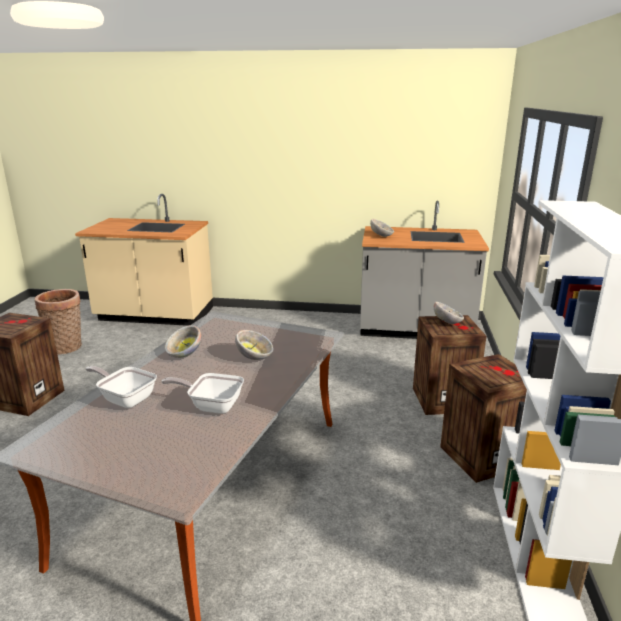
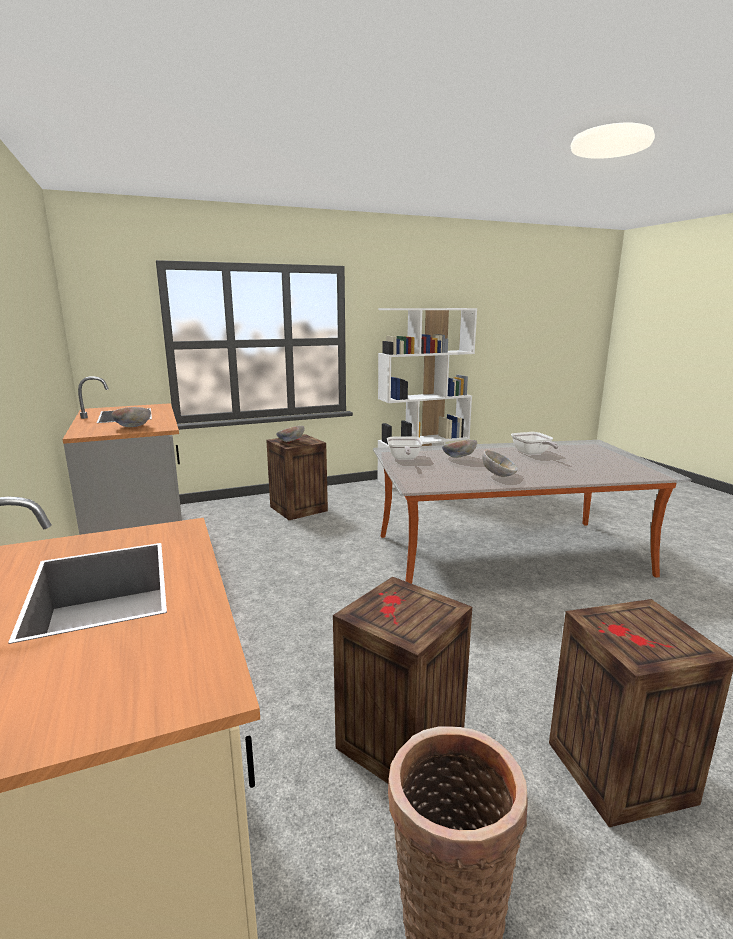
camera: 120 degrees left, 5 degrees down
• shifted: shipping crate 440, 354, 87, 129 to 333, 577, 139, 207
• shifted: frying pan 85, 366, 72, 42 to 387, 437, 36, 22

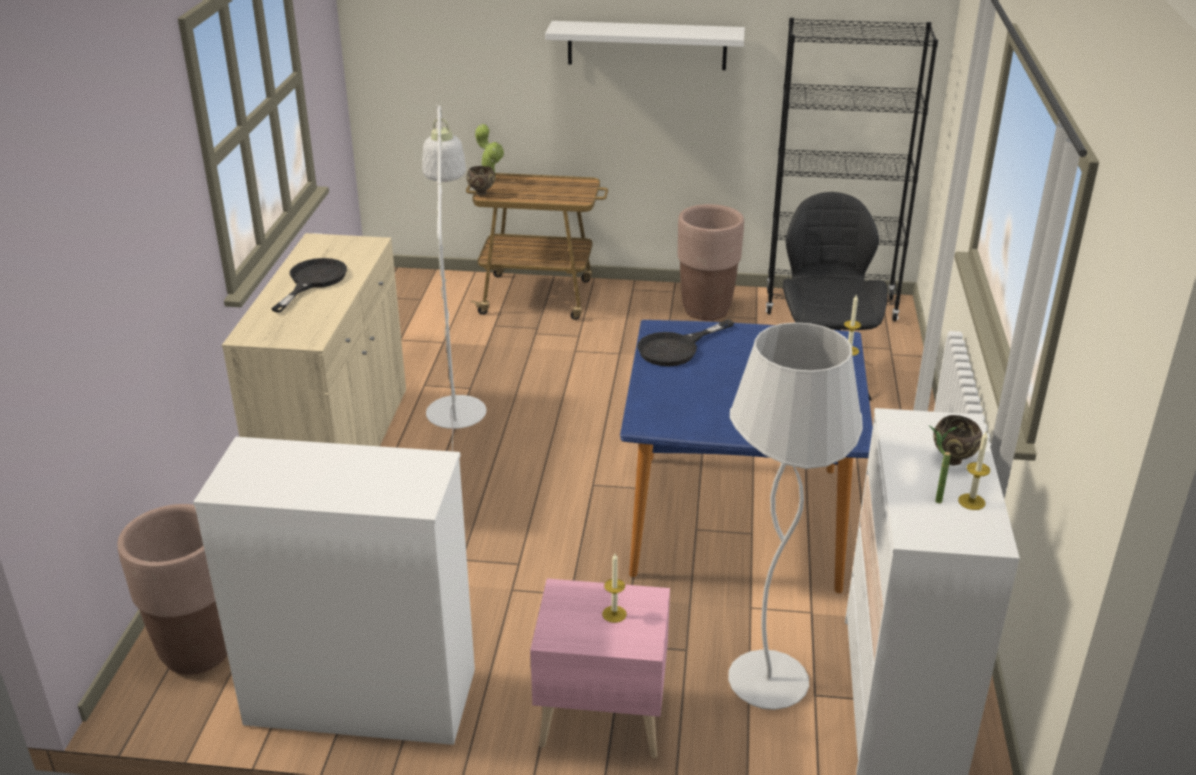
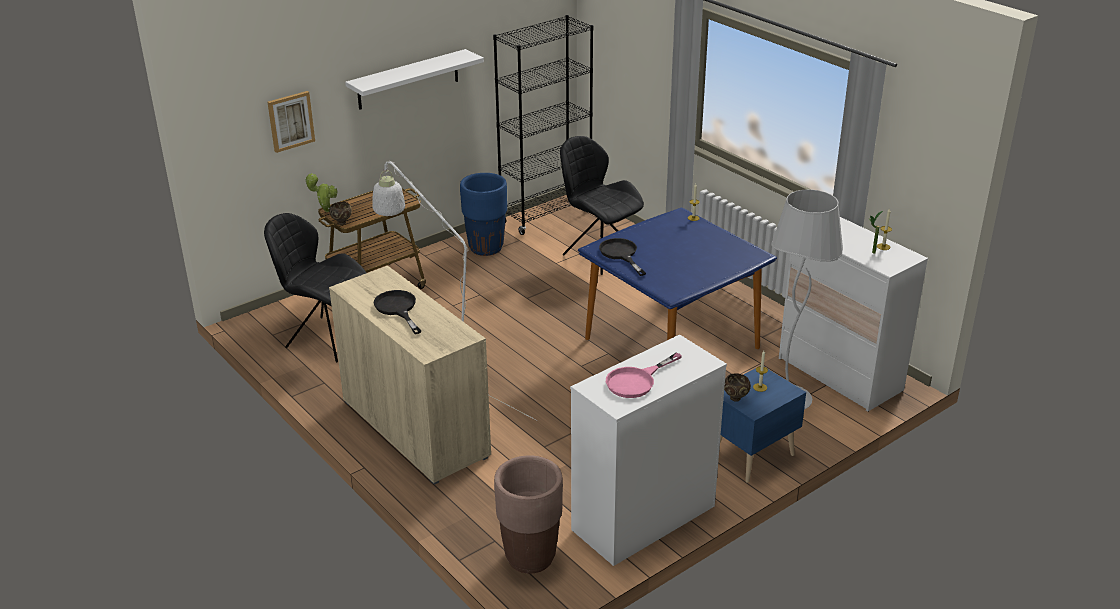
camera: 45 degrees left, 0 degrees up
• repainted: brown-coloured plant pot 678, 204, 66, 116 to blue plant pot 460, 173, 47, 83
• rotated: black-coloured frying pan 637, 319, 97, 47 = 599, 238, 47, 38 150 degrees clockwise
• shifted: brown-coloured serving bowl 933, 415, 49, 50 to 724, 373, 27, 29
• repainted: pink night table 530, 578, 140, 180 to blue night table 720, 368, 86, 115
• new: wall art 267, 91, 48, 62
• new: black-coloured upright chair 264, 213, 102, 150
• new: pink frying pan 606, 352, 76, 46

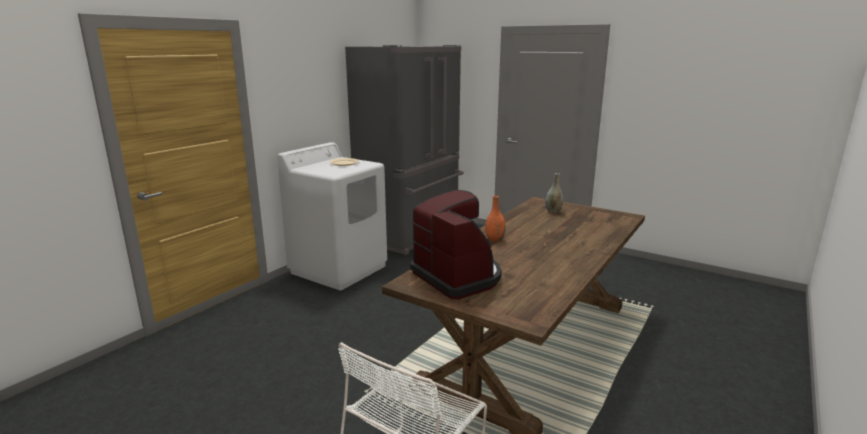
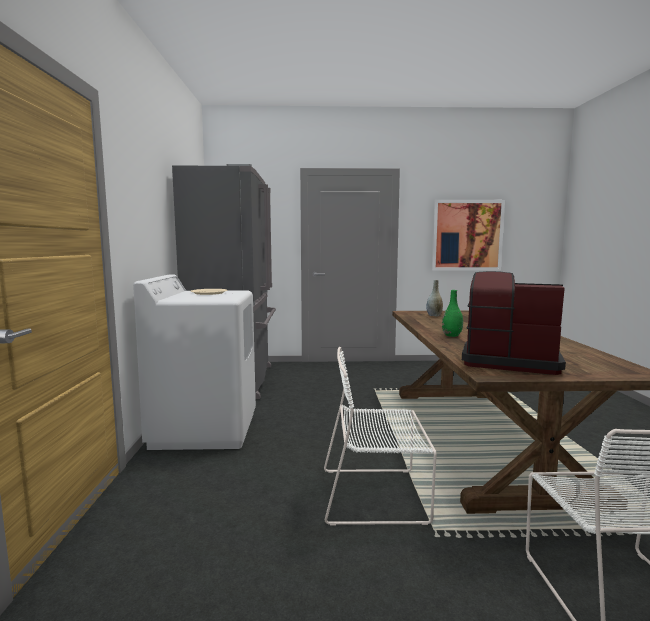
camera: 35 degrees left, 10 degrees down
• repainted: orange decorative vase 485, 196, 21, 45 to greenish decorative vase 442, 290, 21, 47
• new: wall art 432, 200, 73, 71
• new: whitish upright chair 324, 347, 113, 179

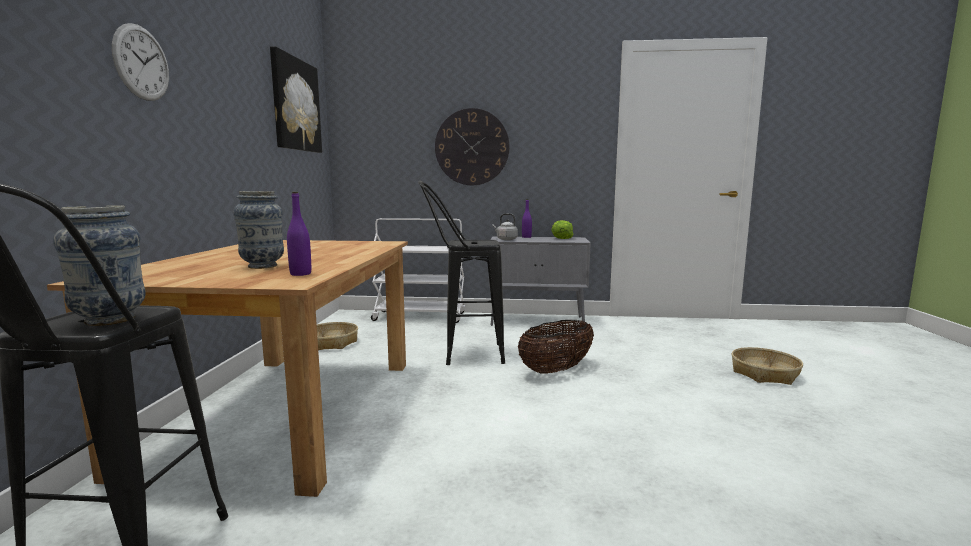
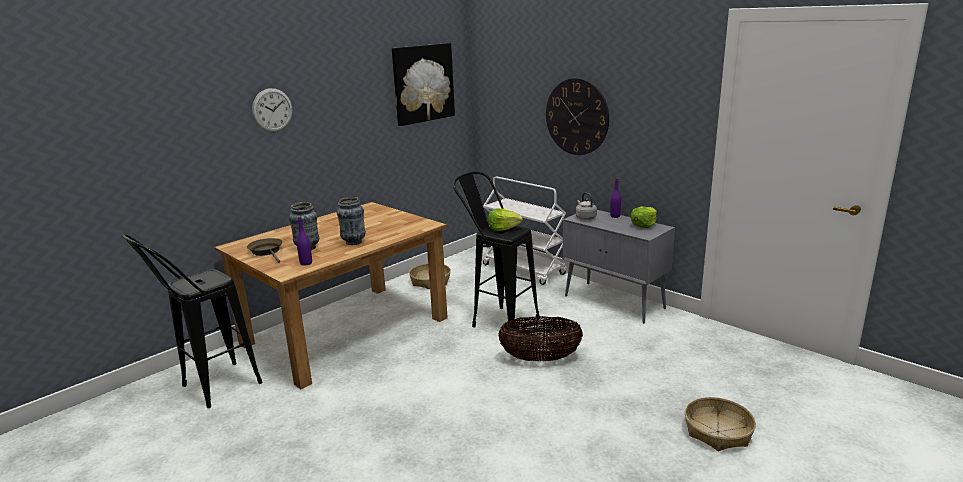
camera: 40 degrees right, 10 degrees up
• shifted: decorative vase 53, 205, 93, 121 to 337, 197, 29, 48
• new: lettuce head 488, 208, 35, 23
• new: brown-coloured frying pan 247, 238, 36, 25

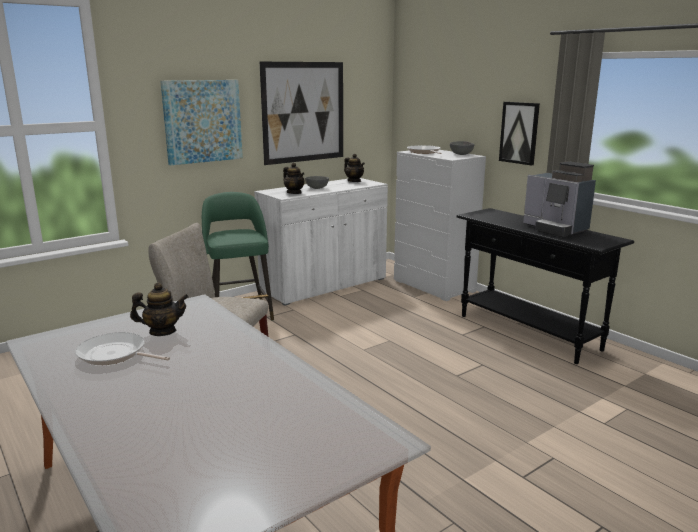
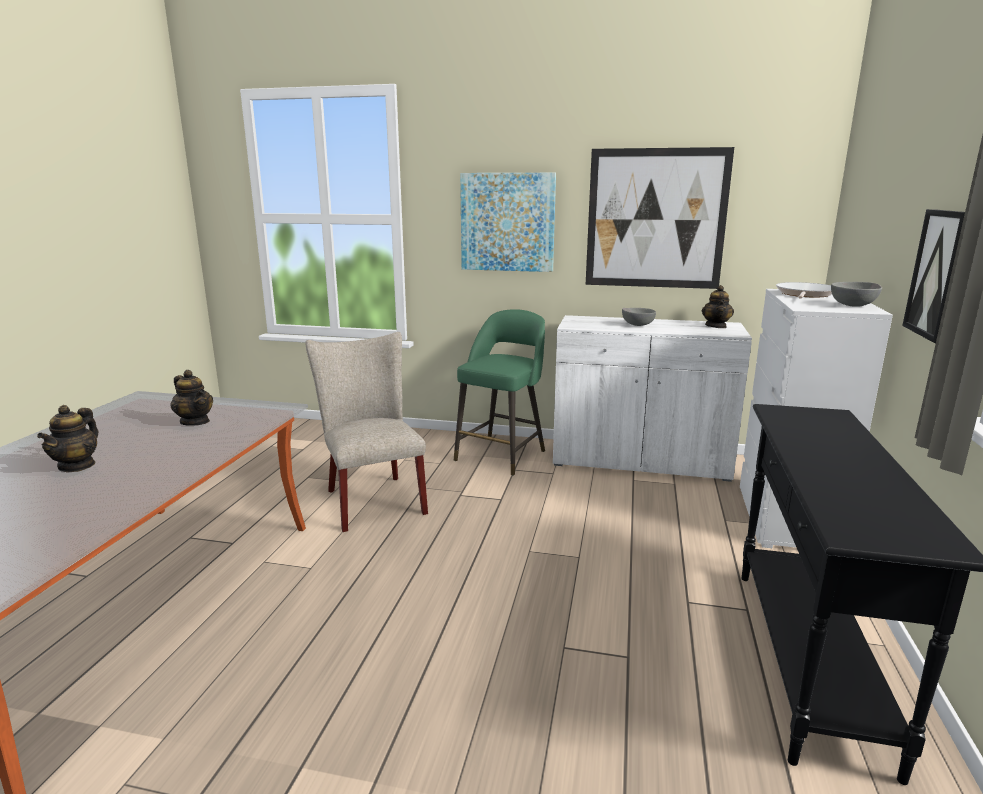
camera: 50 degrees right, 0 degrees up
• gone: coffee brewer 523, 161, 73, 76
• shifted: tea pot 283, 163, 22, 31 to 37, 405, 62, 67
• gone: frying pan 75, 332, 95, 33

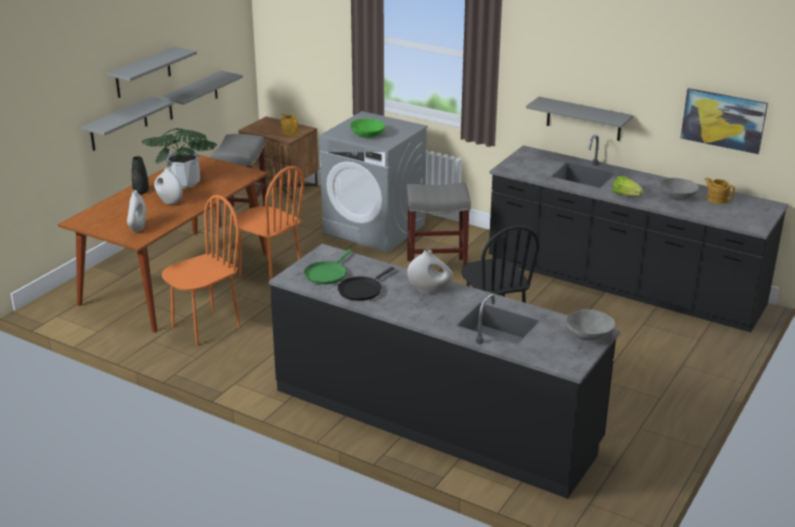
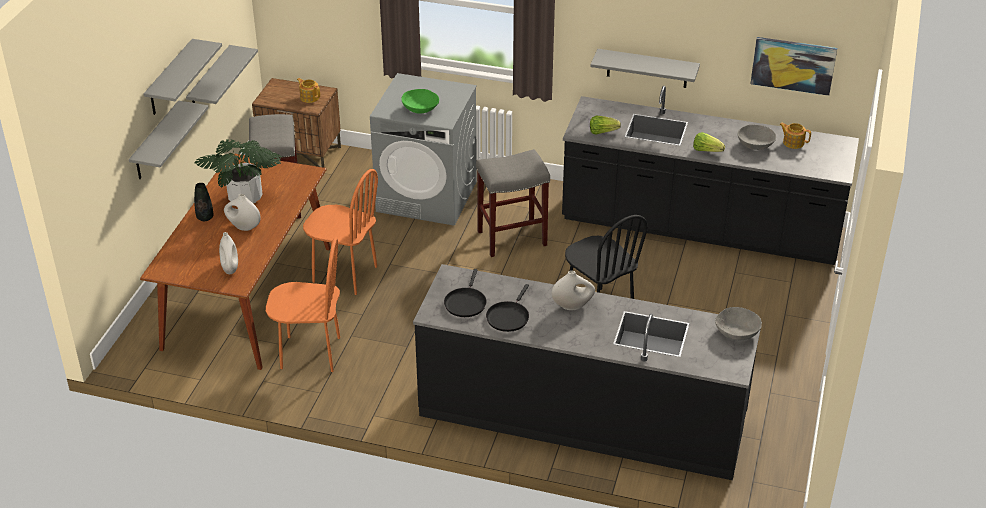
camera: 15 degrees left, 10 degrees up
• rotated: orange upright chair 162, 195, 79, 151 = 266, 237, 74, 135 60 degrees clockwise
• repainted: greenish frying pan 304, 249, 48, 35 to black-coloured frying pan 444, 269, 43, 48
• new: lettuce head 590, 116, 31, 19

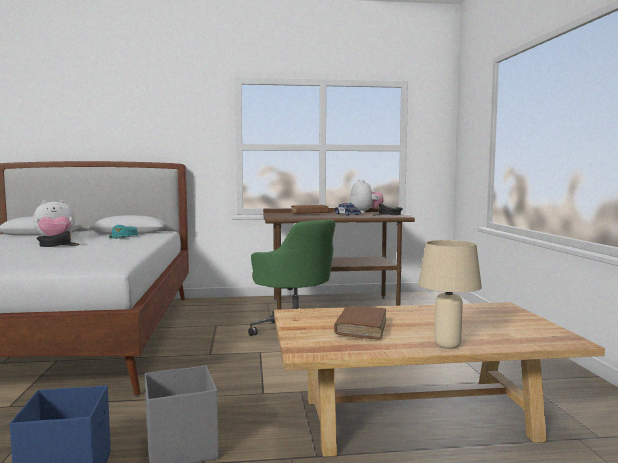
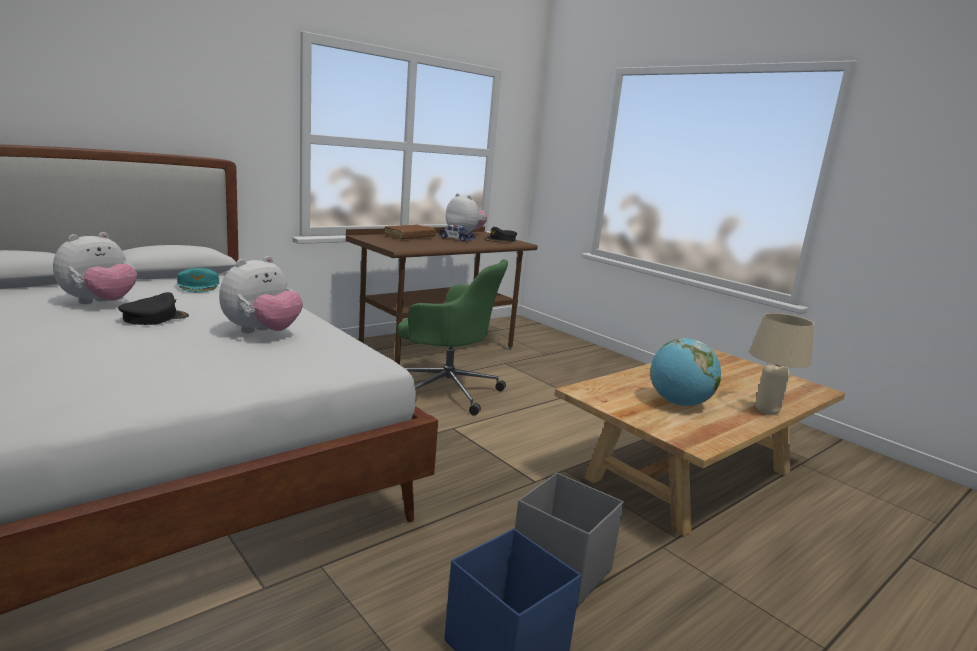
camera: 35 degrees left, 10 degrees up
• swapped: brown-coloured bound book 334, 306, 52, 34 to desk globe 650, 338, 71, 68
• new: cuddly toy 219, 256, 84, 77

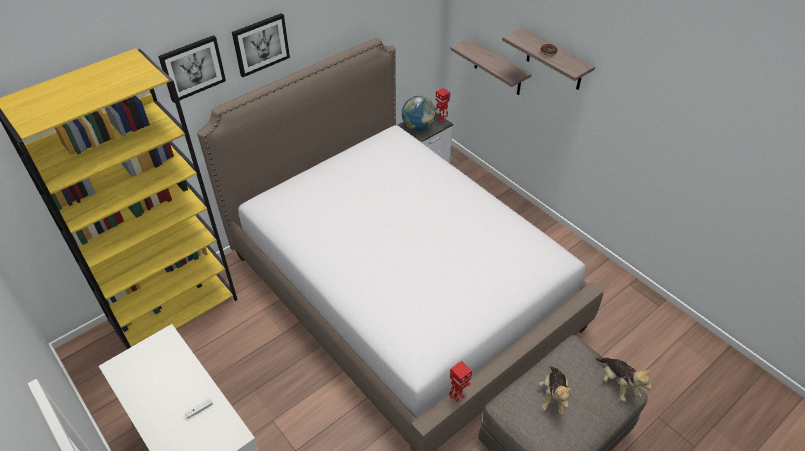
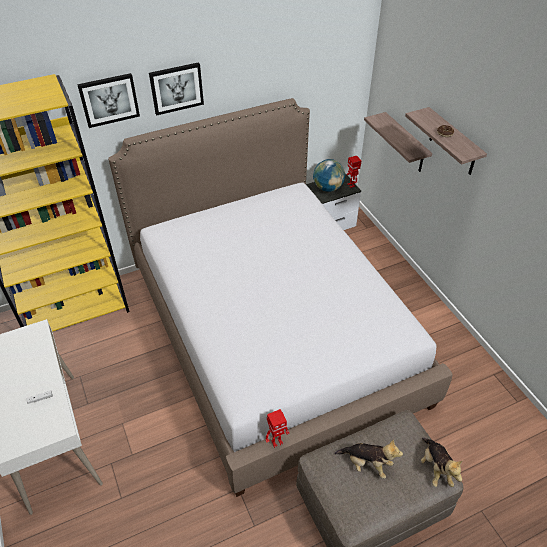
camera: 15 degrees right, 0 degrees up
• rotated: cuddly toy 539, 366, 34, 49 = 335, 439, 68, 40 90 degrees counterclockwise

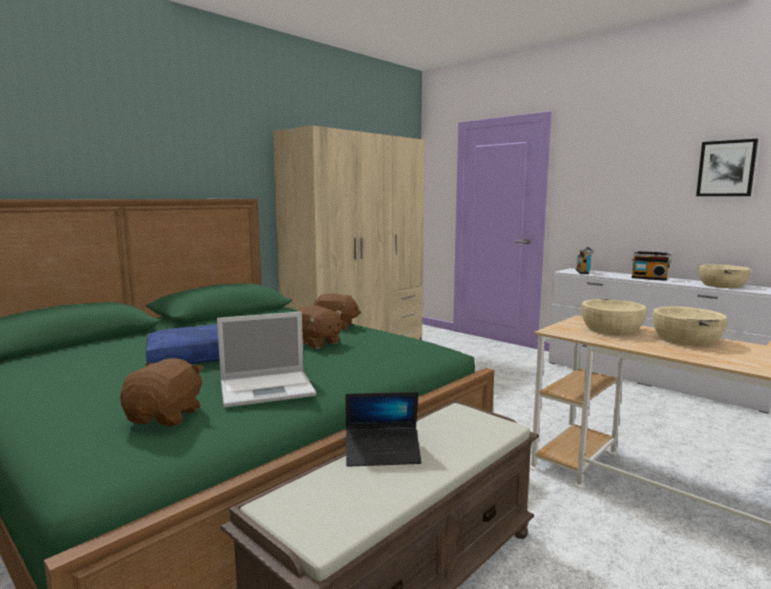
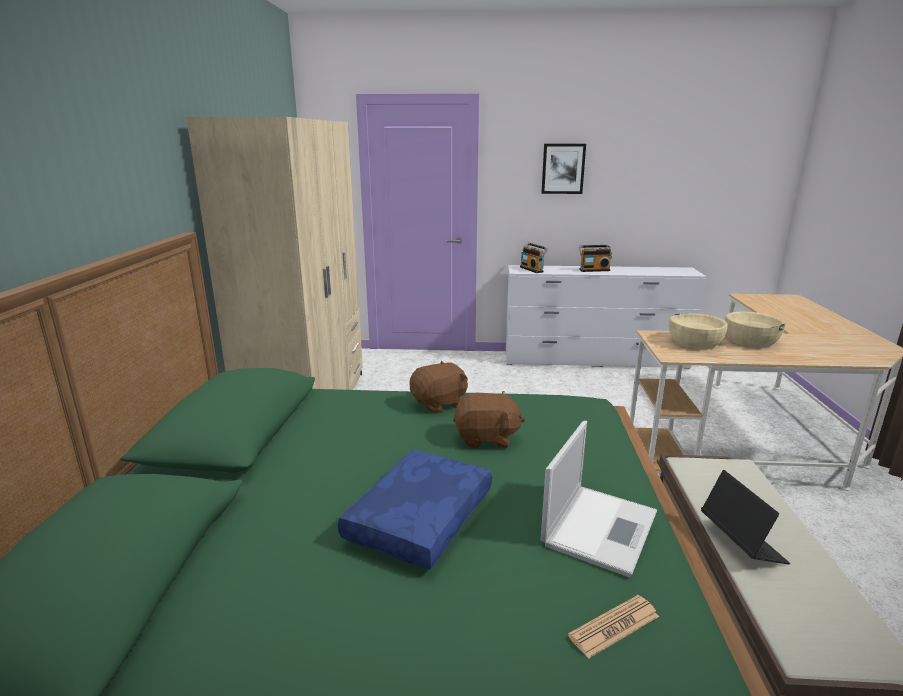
camera: 40 degrees left, 10 degrees up
• shifted: wall art 696, 139, 62, 57 to 541, 144, 45, 50
• gone: beige serving bowl 699, 265, 52, 23
• swapped: brown-coloured cuddly toy 120, 358, 84, 68 to daily paper 568, 595, 91, 64
• rotated: portable computer 345, 392, 77, 75 = 701, 470, 89, 95 60 degrees counterclockwise

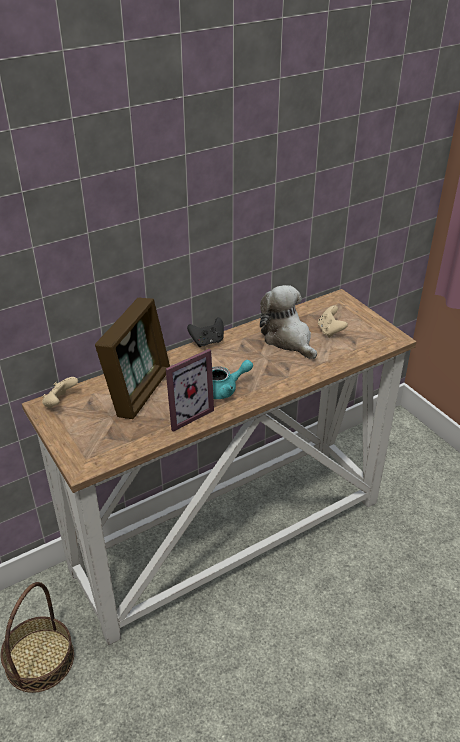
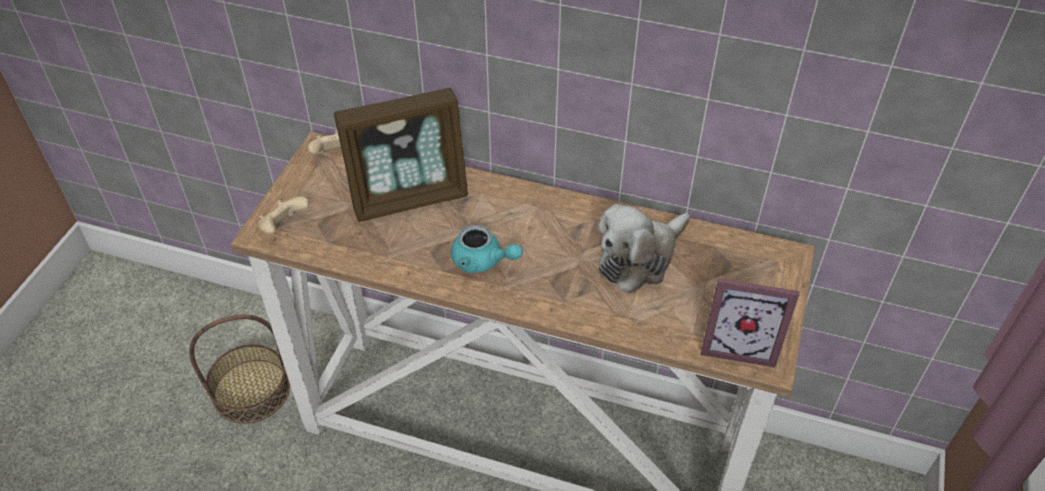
camera: 50 degrees right, 10 degrees up
• rotated: cuddly toy 260, 285, 57, 74 = 598, 204, 92, 89 150 degrees counterclockwise
• shifted: beige gamepad 318, 306, 30, 32 to 258, 196, 51, 38
• gone: black-coloured gamepad 187, 317, 37, 30
• shifted: picture frame 166, 349, 48, 83 to 701, 278, 98, 90

